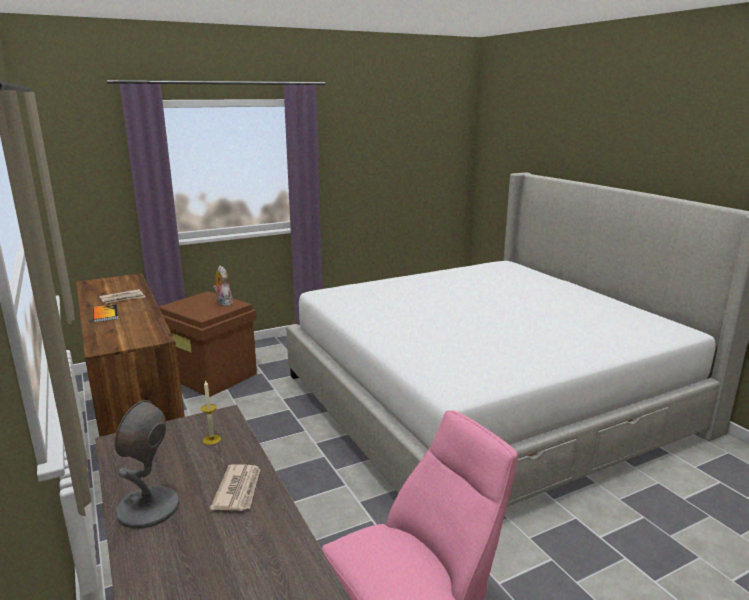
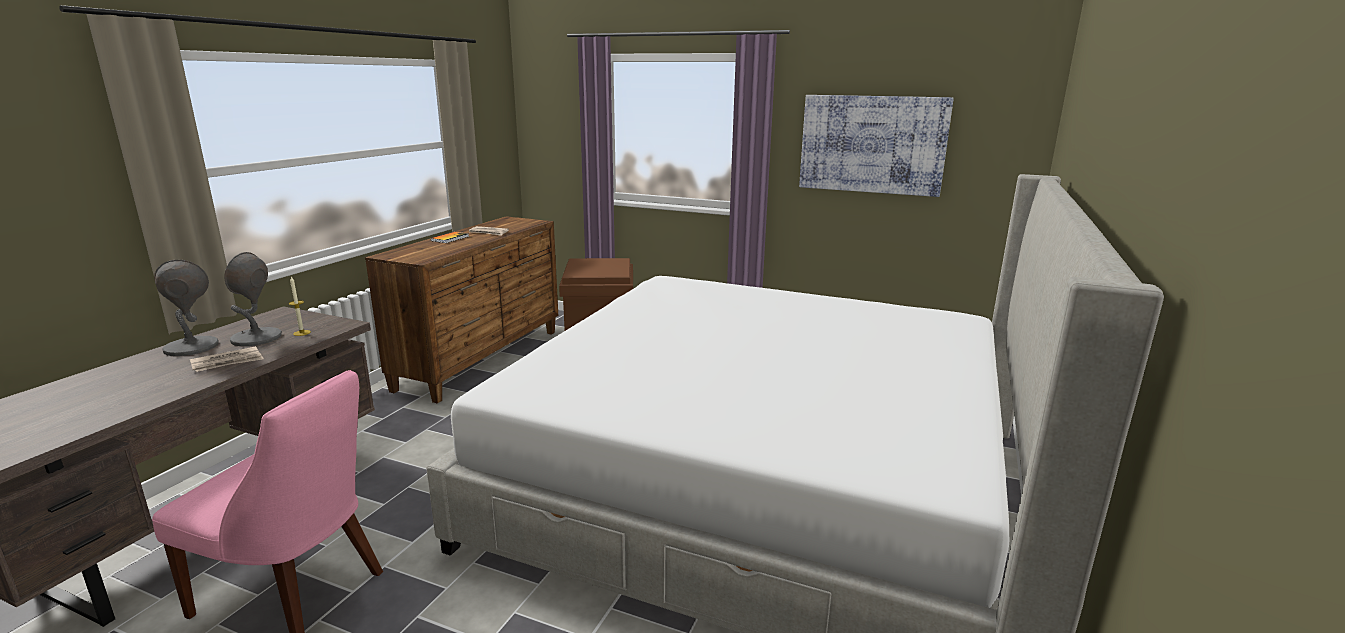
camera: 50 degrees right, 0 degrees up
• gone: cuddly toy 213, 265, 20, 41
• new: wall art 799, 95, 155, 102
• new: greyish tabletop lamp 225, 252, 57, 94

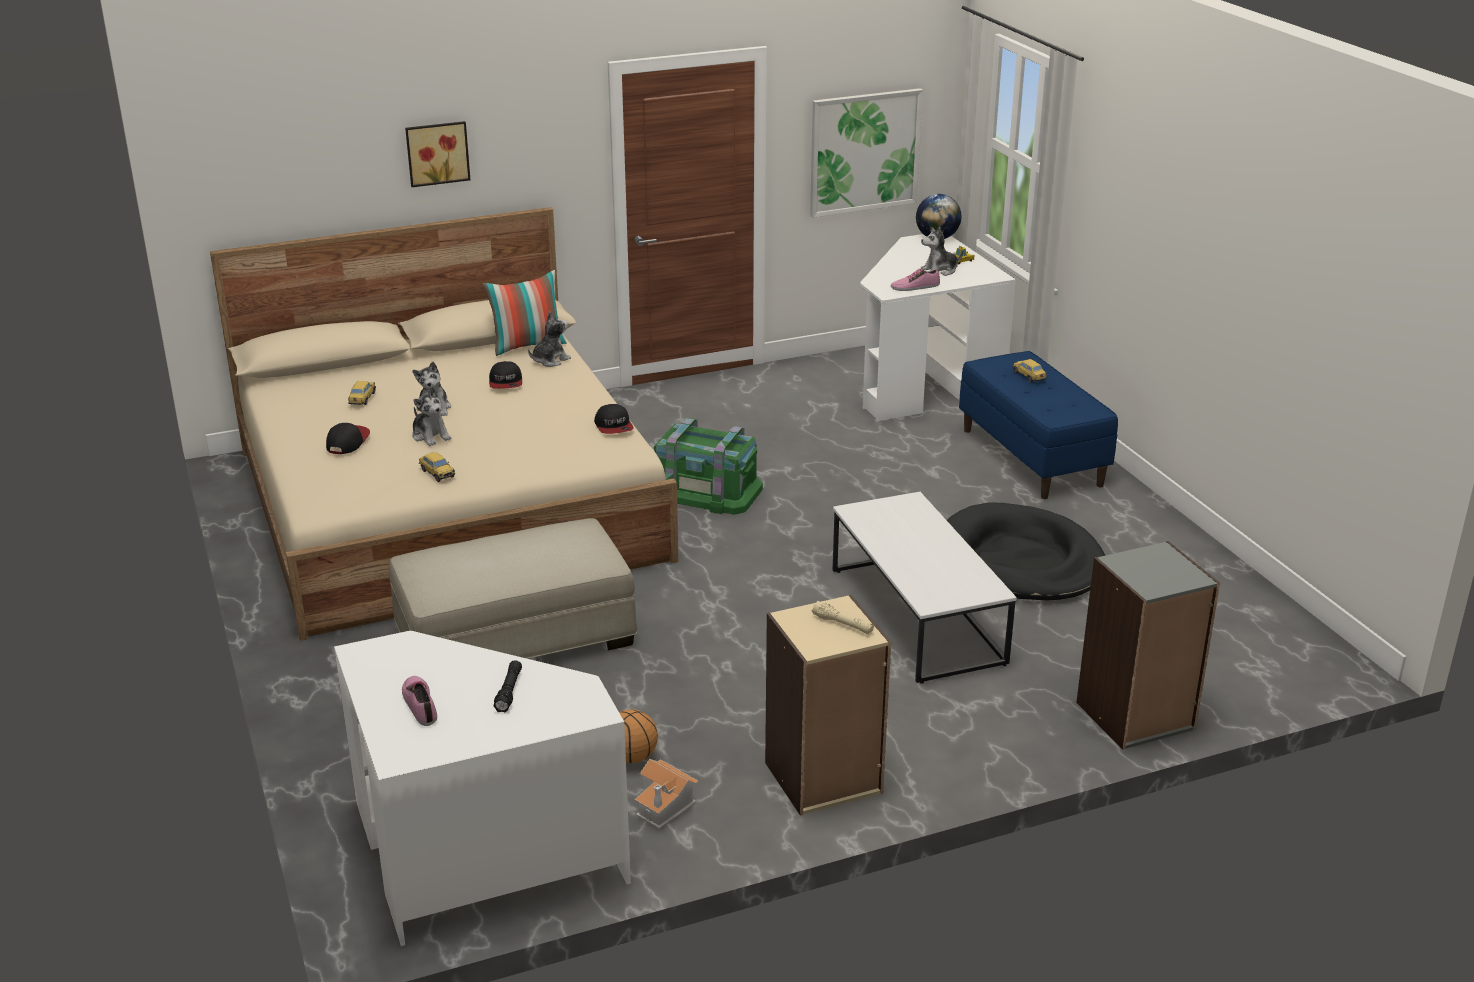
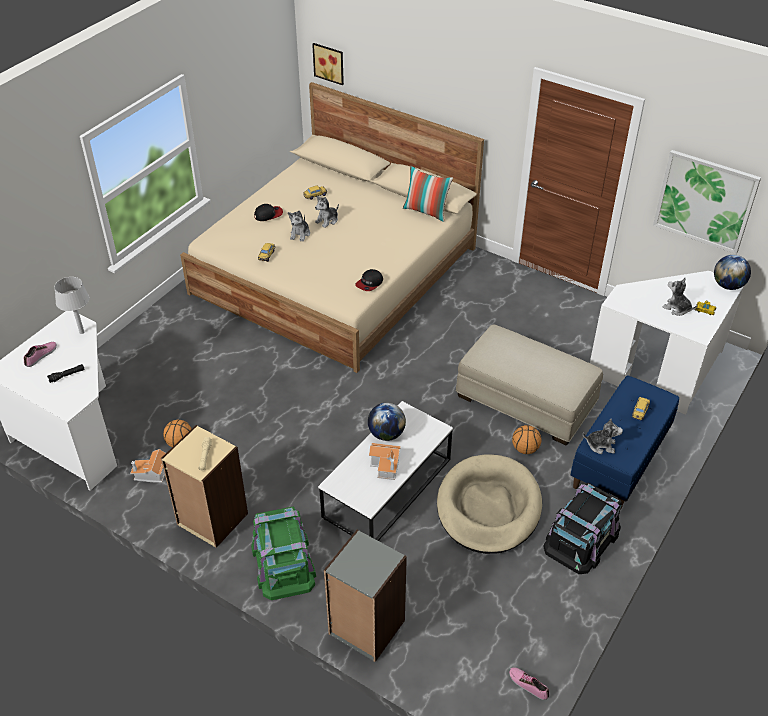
camera: 55 degrees right, 15 degrees up
• shifted: wall art 405, 121, 65, 66 to 312, 43, 32, 42
• shifted: item of footwear 891, 269, 49, 22 to 509, 667, 40, 33
• shifted: cuddly toy 528, 311, 43, 56 to 583, 418, 40, 36
• gone: peaked cap 489, 361, 33, 28
• shifted: greenish storage container 654, 418, 109, 97 to 251, 507, 65, 93
• repainted: black-coloured pet bed 947, 502, 158, 98 to beige pet bed 437, 454, 105, 100
• shifted: beige pouffe 389, 518, 248, 141 to 456, 325, 147, 120
• new: greyish tabletop lamp 54, 277, 36, 57
• new: desk globe 368, 403, 38, 38
• new: basketball 512, 425, 29, 29
• new: model house 369, 443, 32, 37
• new: black-coloured storage container 543, 483, 79, 91

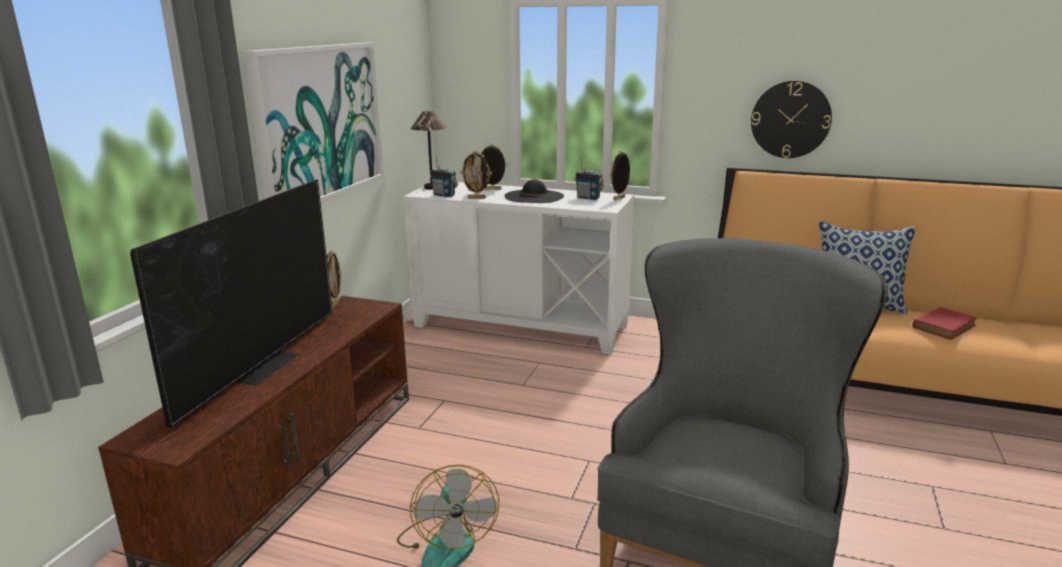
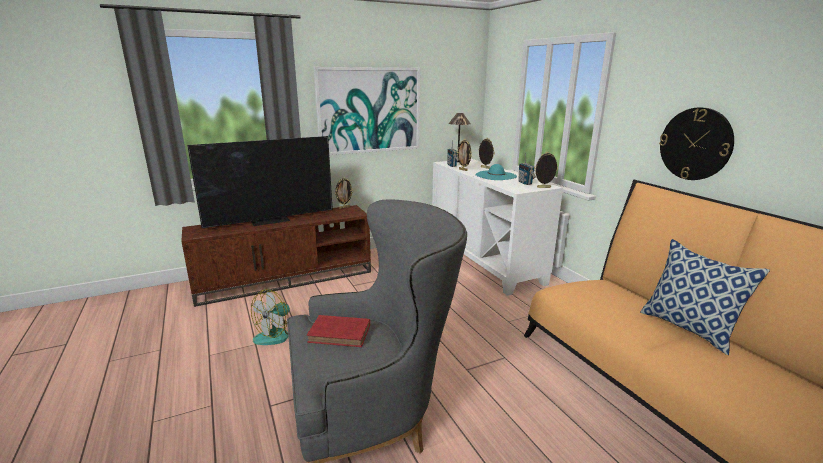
camera: 45 degrees right, 0 degrees up
• repainted: black-coloured wearable hat 505, 179, 59, 24 to blue-green wearable hat 476, 164, 41, 16
• shifted: red bound book 912, 307, 65, 33 to 307, 315, 63, 32

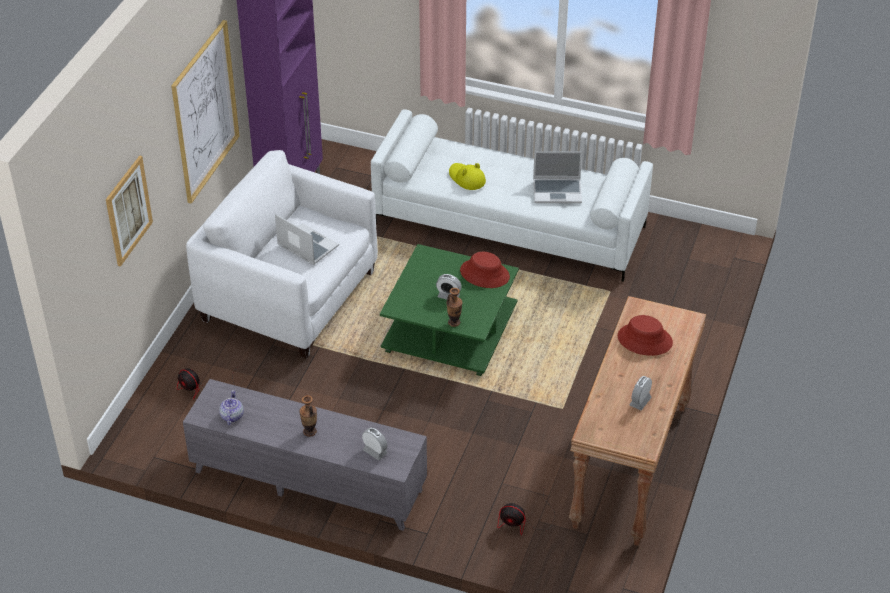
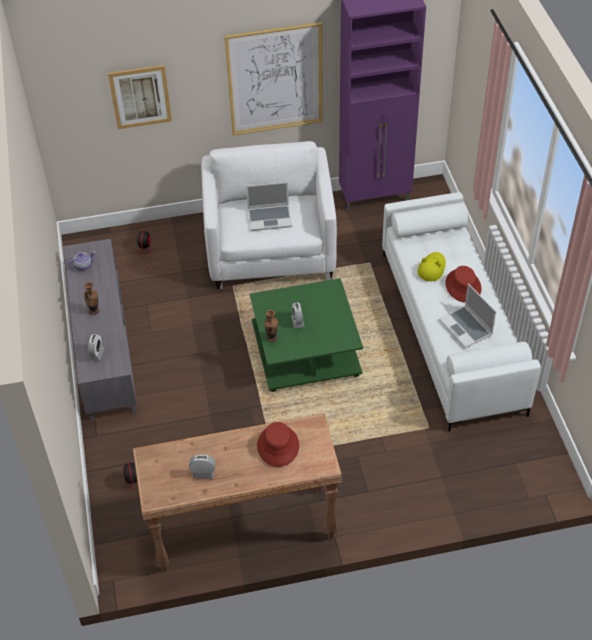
camera: 60 degrees right, 5 degrees up
• rotated: portable computer 275, 214, 64, 51 = 246, 182, 46, 49 75 degrees clockwise
• shifted: red wearable hat 460, 252, 50, 36 to 445, 266, 36, 36

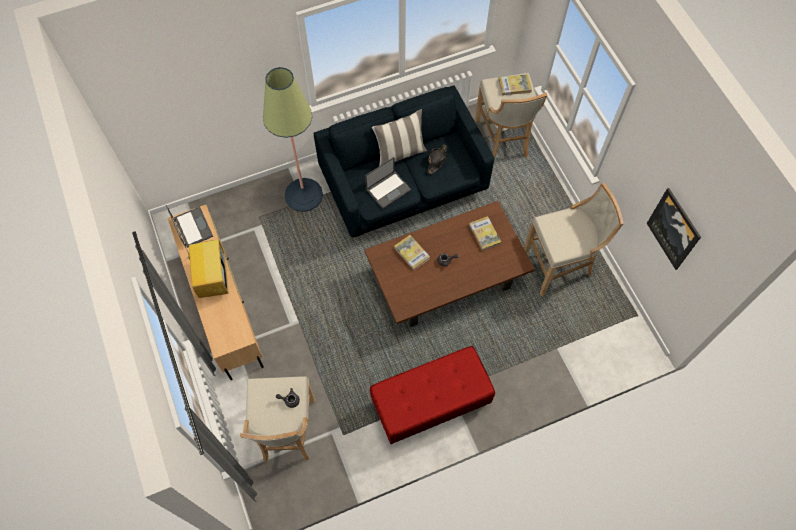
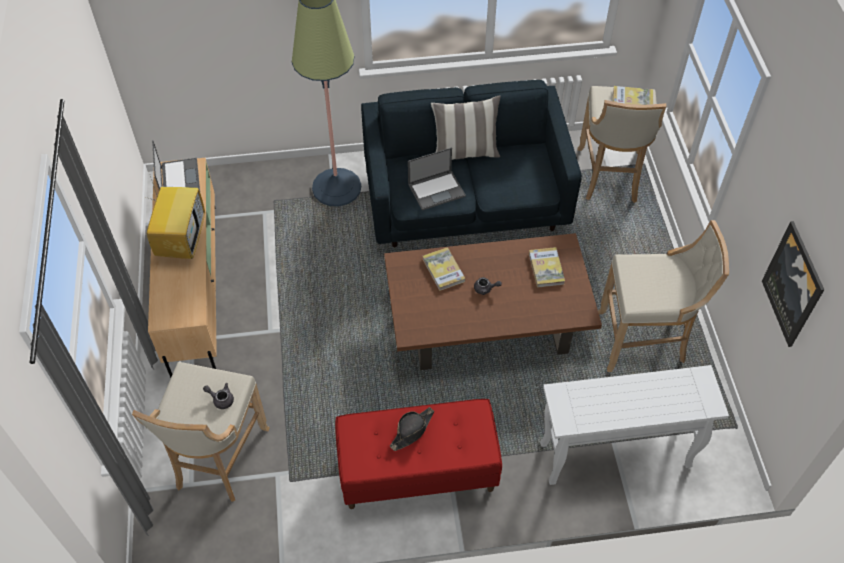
camera: 15 degrees right, 10 degrees down
• shifted: black-coloured wearable hat 428, 144, 19, 30 to 390, 407, 44, 44
• new: whitish hall table 540, 365, 189, 120

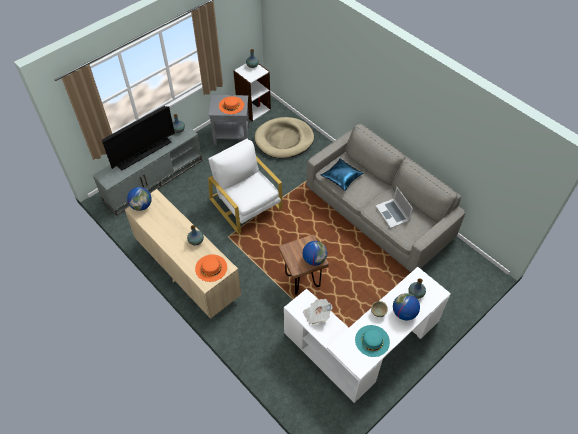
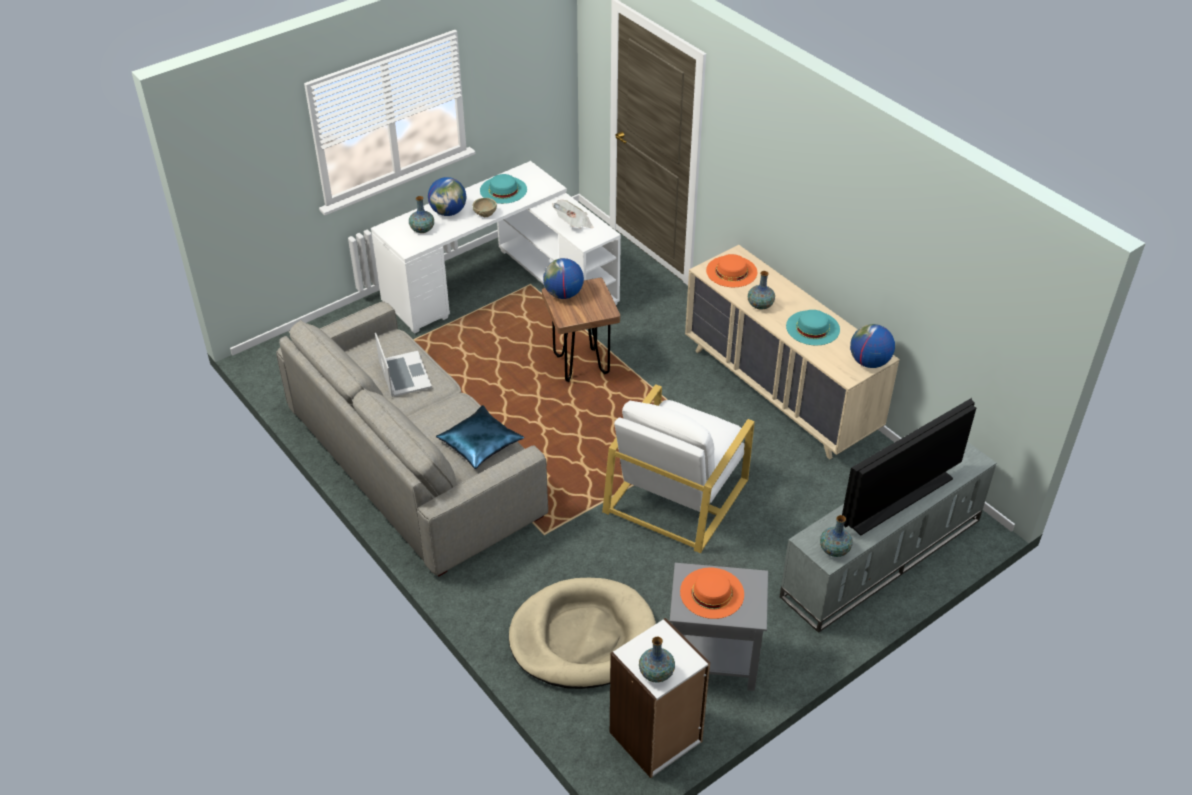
camera: 175 degrees left, 10 degrees down
• rotated: whitish lounge chair 208, 139, 75, 95 = 602, 384, 153, 169 60 degrees clockwise
• new: blue-green wearable hat 786, 310, 54, 36

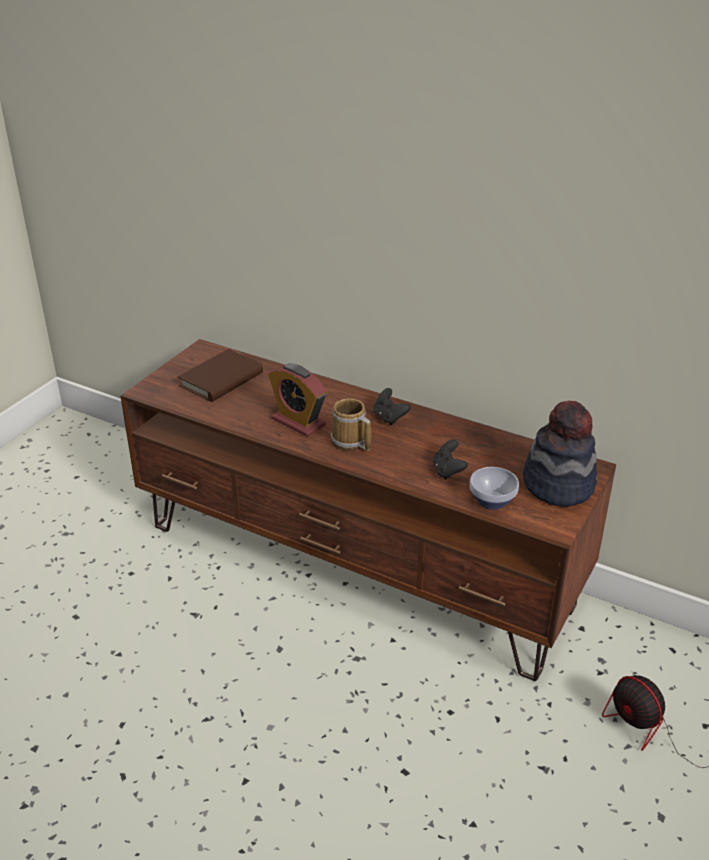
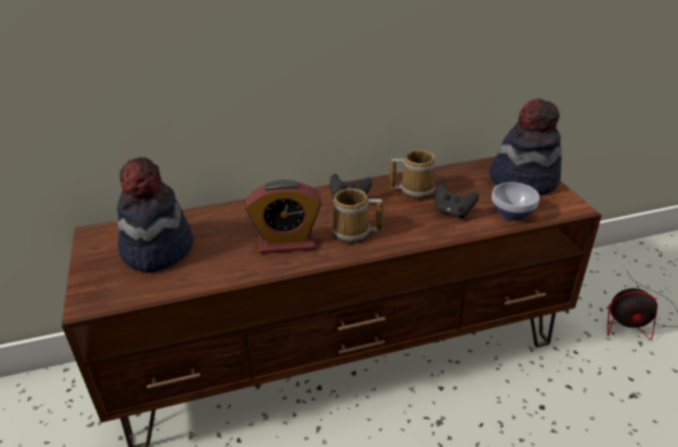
camera: 45 degrees left, 0 degrees up
• swapped: brown-coloured bound book 178, 349, 85, 53 to wearable hat 117, 157, 76, 116
• new: mug 389, 150, 47, 50

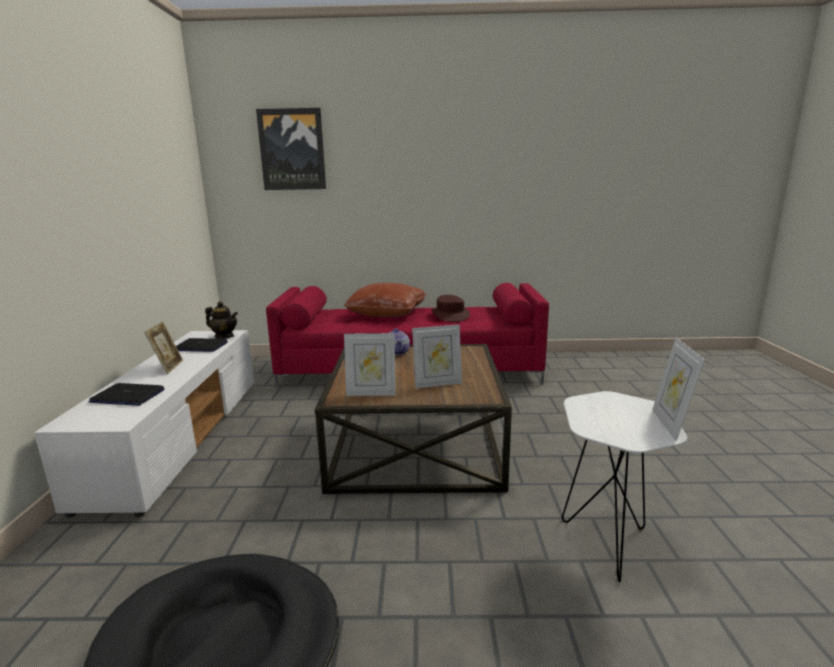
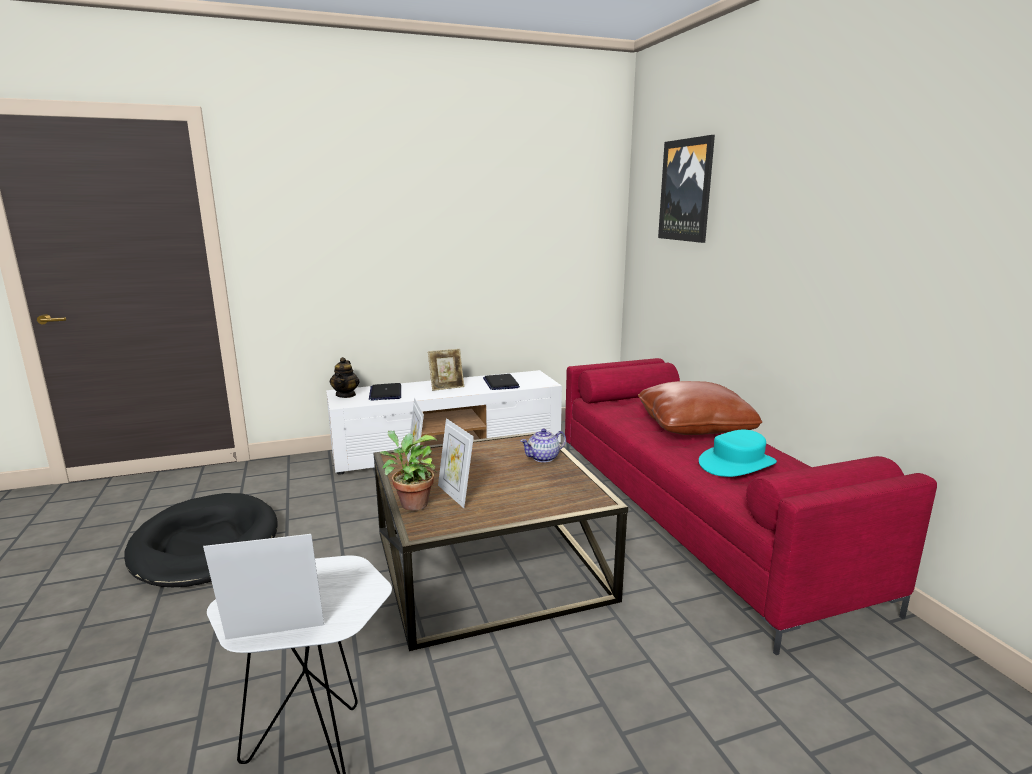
camera: 70 degrees right, 0 degrees up
• repainted: brown-coloured wearable hat 431, 295, 39, 27 to blue-green wearable hat 699, 430, 78, 47
• shifted: tea pot 205, 301, 33, 38 to 330, 357, 29, 41
• new: houseplant 380, 431, 58, 80

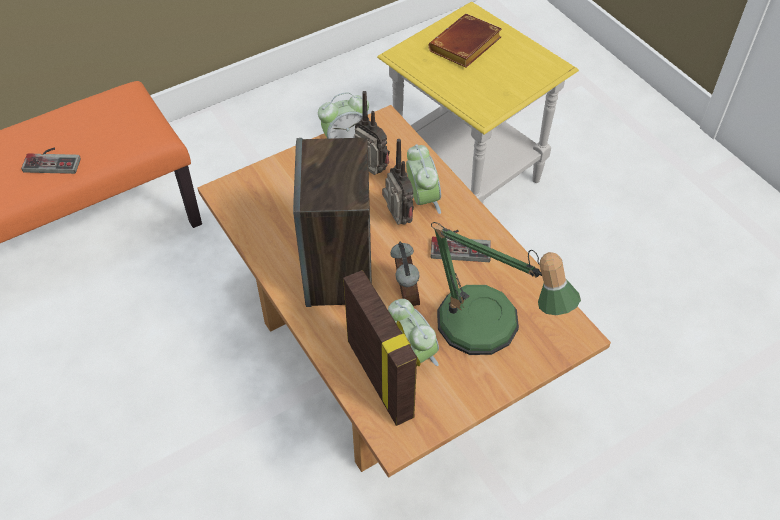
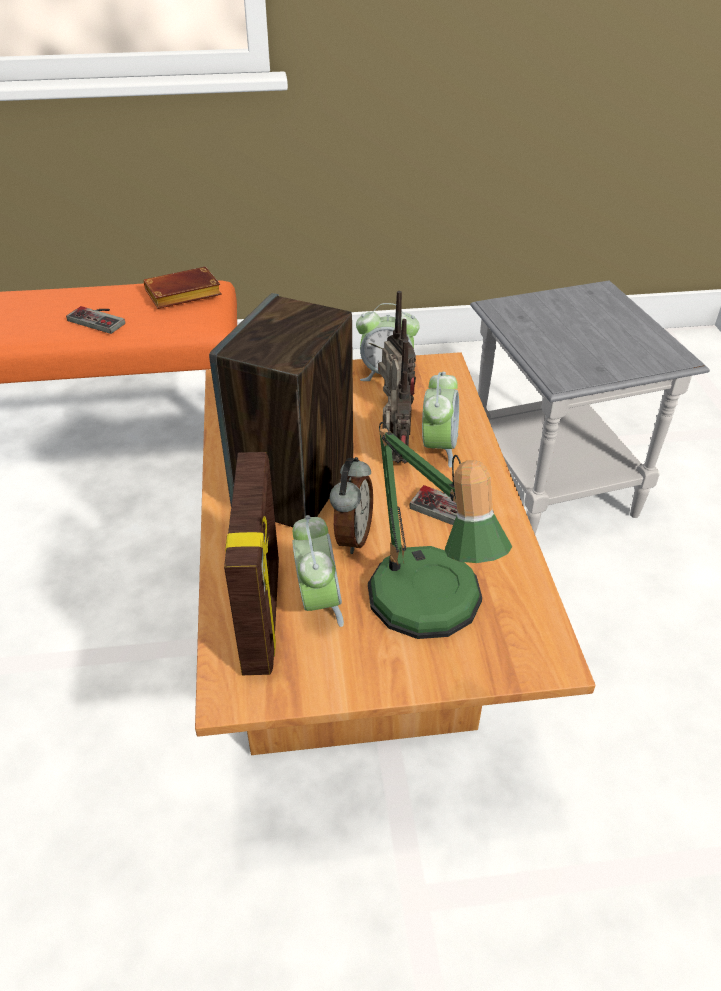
camera: 25 degrees right, 10 degrees down
• repainted: yellow-coloured accent table 377, 2, 202, 202 to greyish accent table 470, 281, 240, 253
• shifted: brown-coloured bound book 428, 14, 74, 54 to 143, 267, 79, 42

